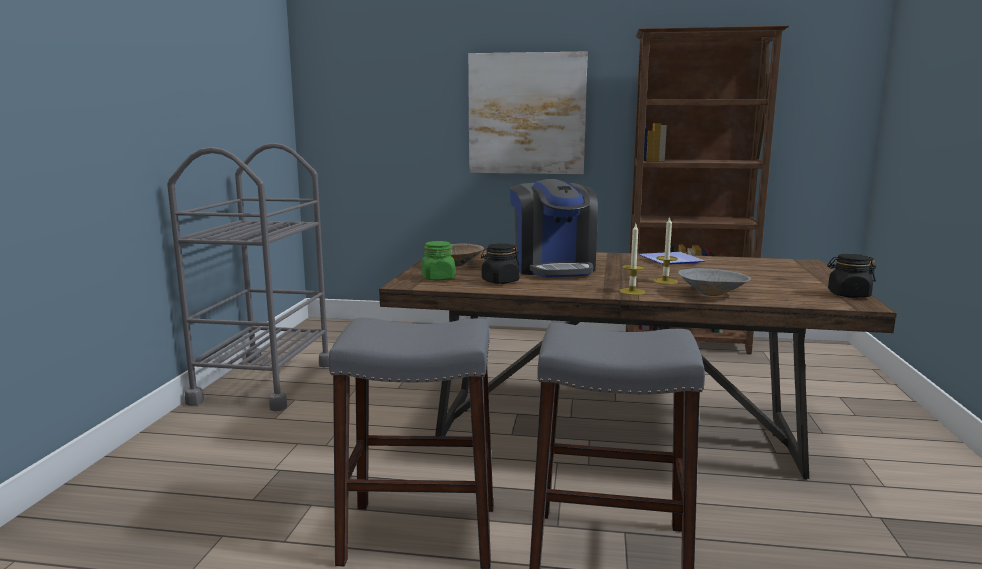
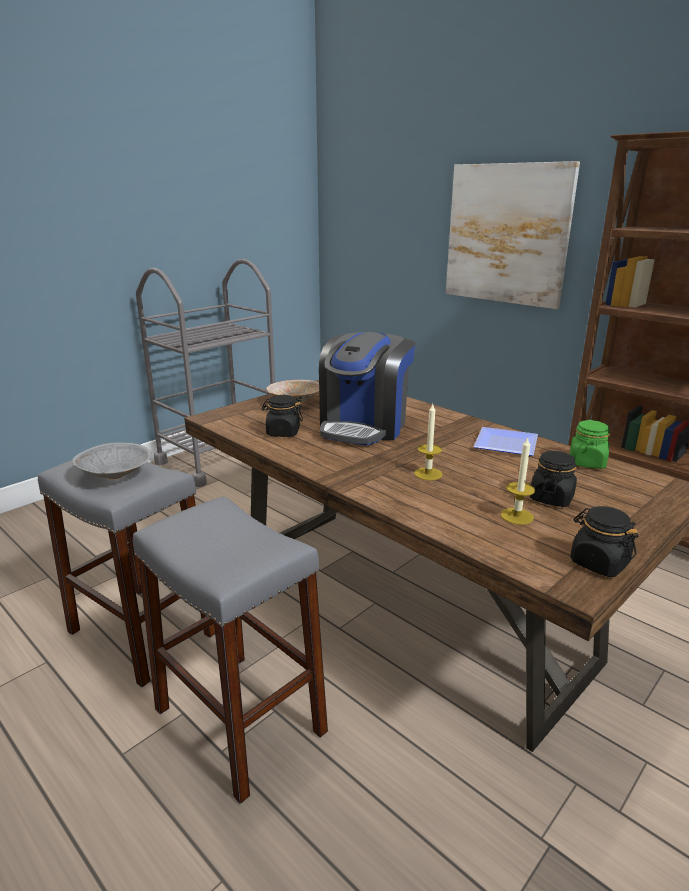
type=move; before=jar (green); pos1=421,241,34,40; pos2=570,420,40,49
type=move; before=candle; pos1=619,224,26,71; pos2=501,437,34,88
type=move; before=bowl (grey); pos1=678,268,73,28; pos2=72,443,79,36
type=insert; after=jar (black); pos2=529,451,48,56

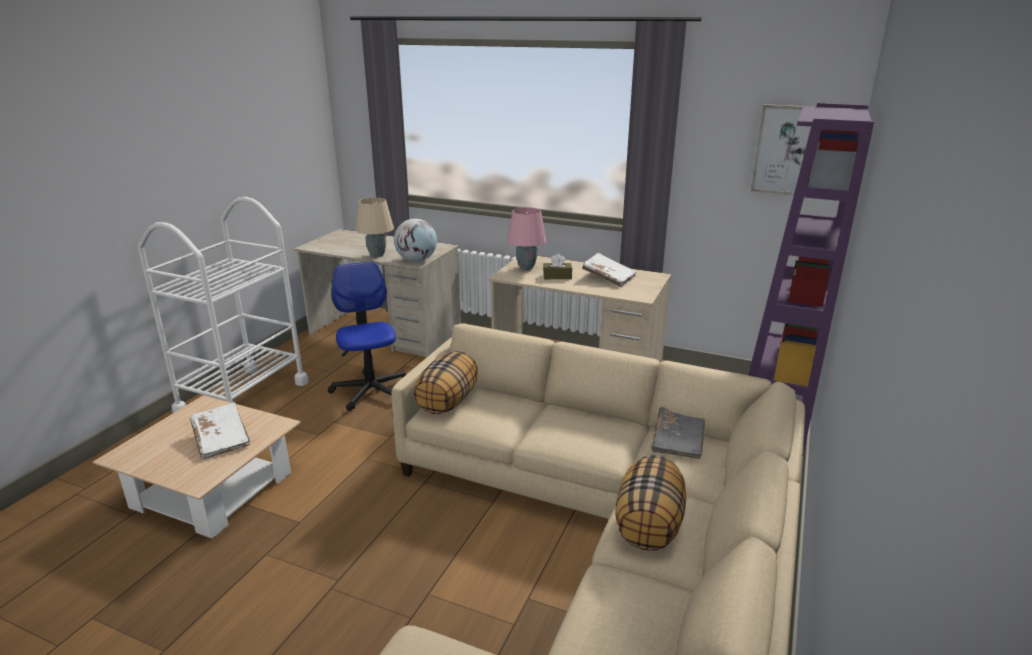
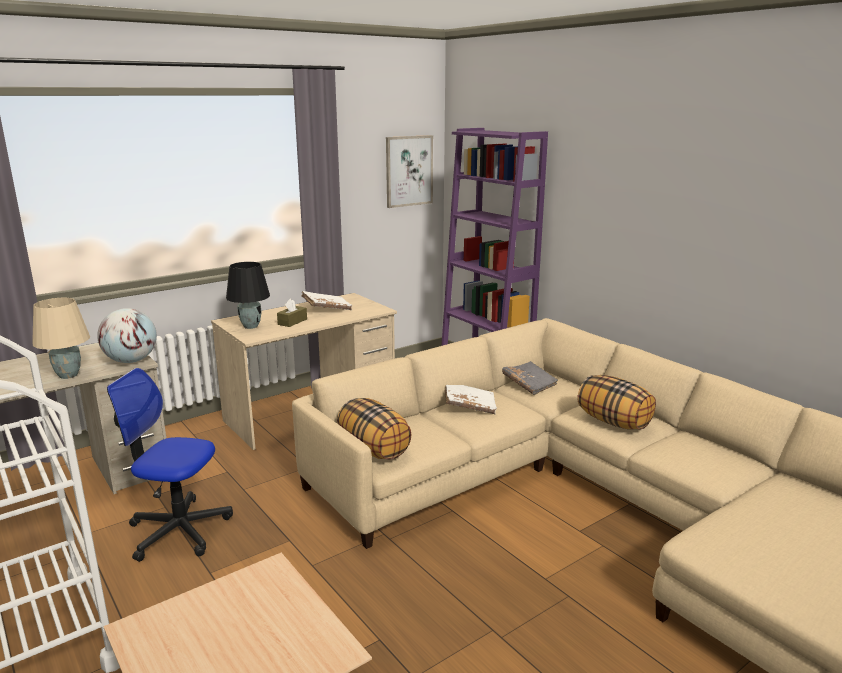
type=move; before=book (white); pos1=190,402,60,57; pos2=445,385,52,29
type=recolor; before=table lamp (pink); after=table lamp (black); pos1=507,207,39,63; pos2=226,262,44,67

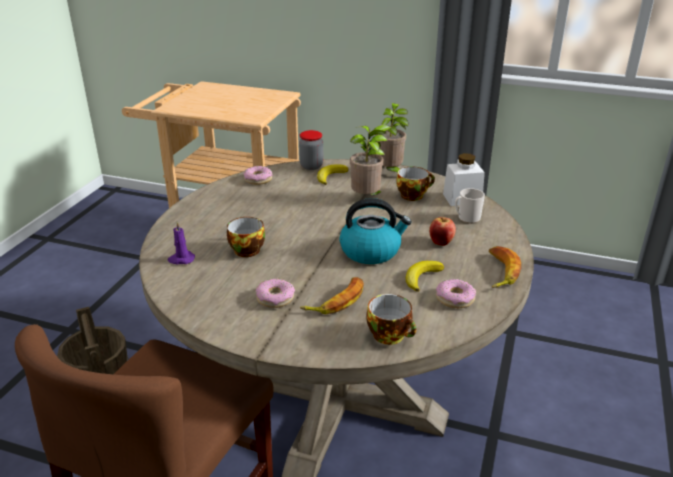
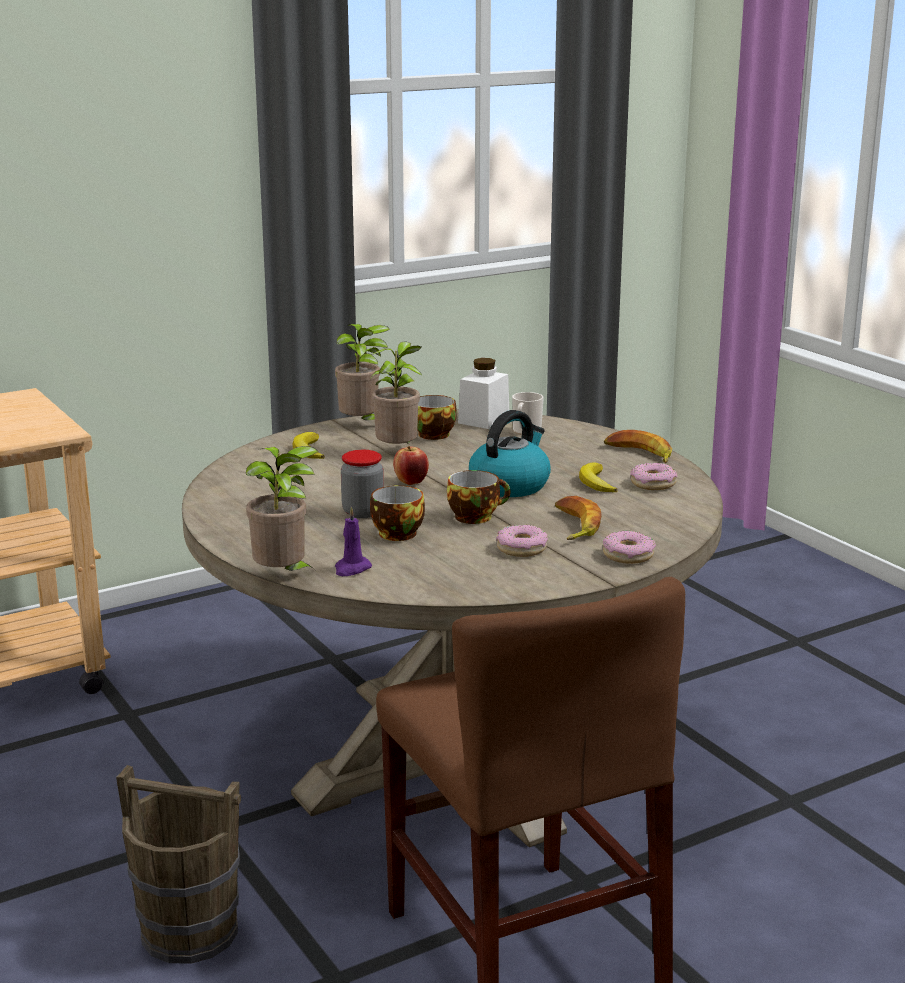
type=move; before=donut; pos1=244,166,28,19; pos2=603,531,53,33
type=move; before=jar; pos1=299,130,24,40; pos2=341,450,43,68
type=move; before=cup; pos1=366,294,50,51; pos2=447,470,64,54
type=move; before=apple; pos1=429,217,27,29; pos2=393,446,36,39
type=insert; after=potted plant; pos2=246,446,72,125

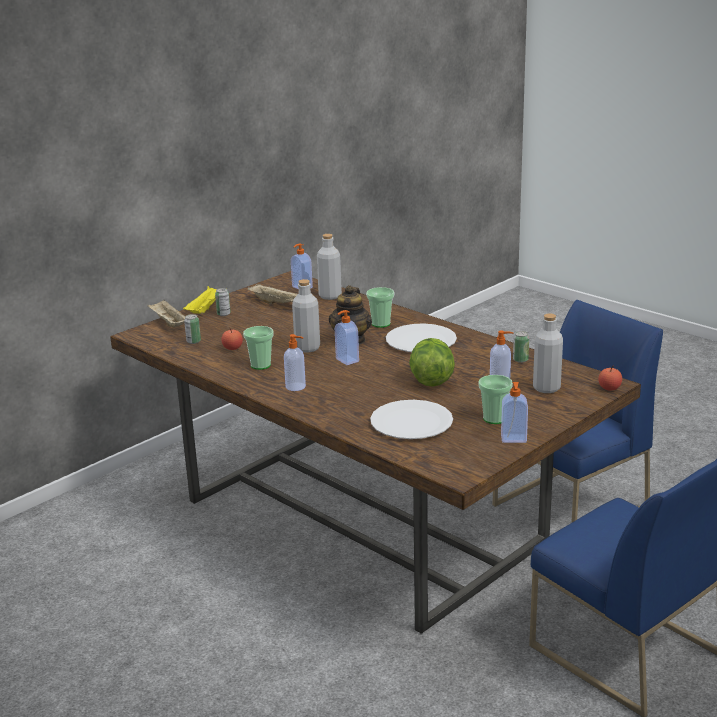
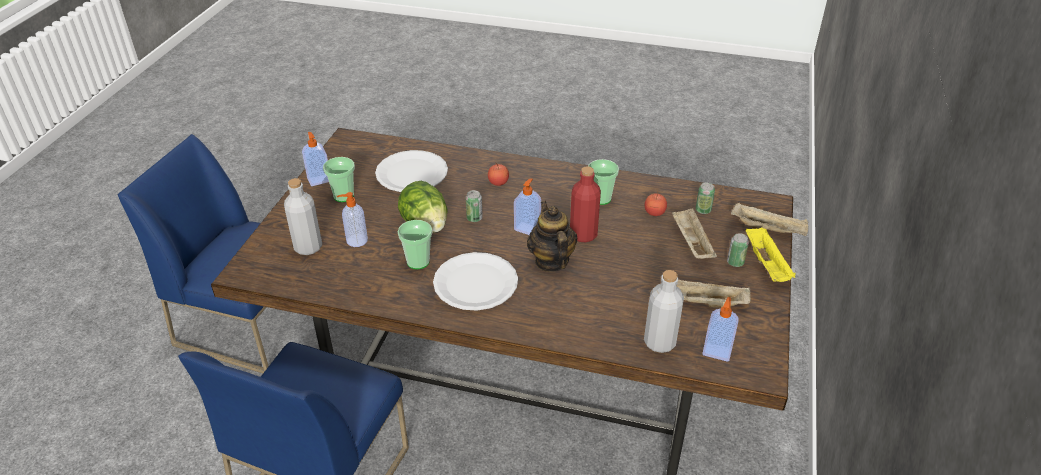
type=delete; before=soap dispenser; pos1=284,334,22,57
type=recolor; before=bottle (grey); after=bottle (red); pos1=292,279,28,74; pos2=570,166,31,77
type=move; before=cup; pos1=366,287,28,41; pos2=398,220,35,49
type=move; before=can; pos1=513,331,16,32; pos2=466,190,17,32
type=move; before=apple; pos1=599,366,23,25; pos2=488,163,21,23
type=insert; after=tray (beige); pos2=672,208,45,51

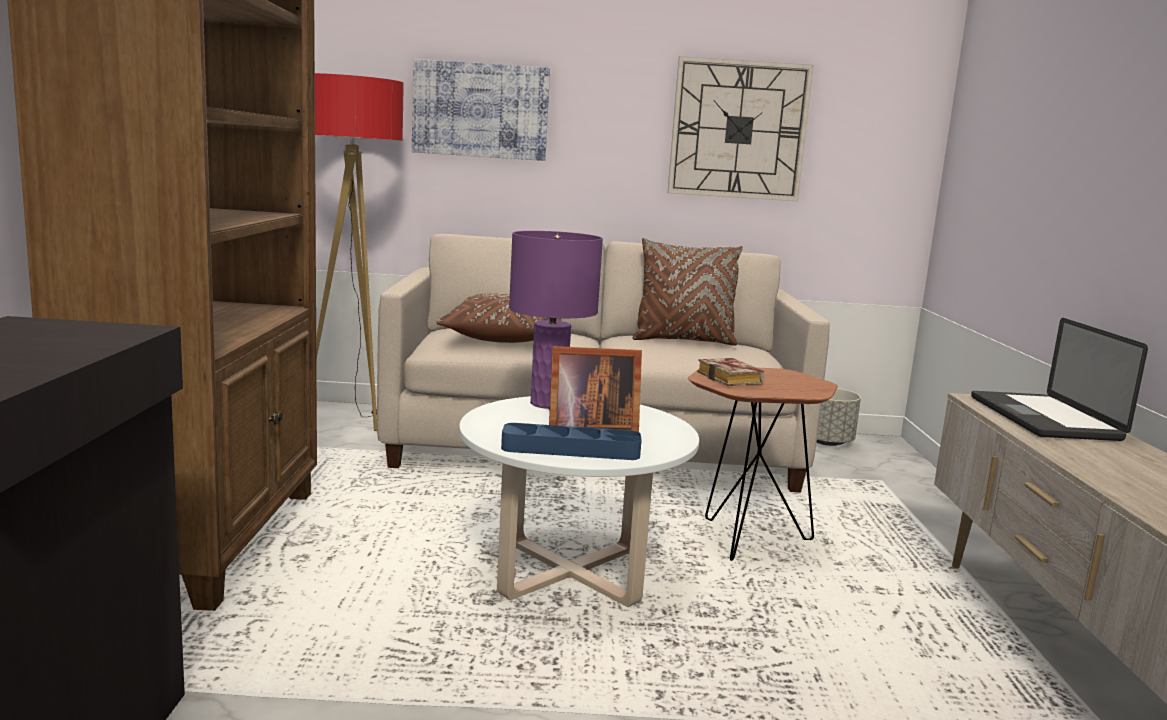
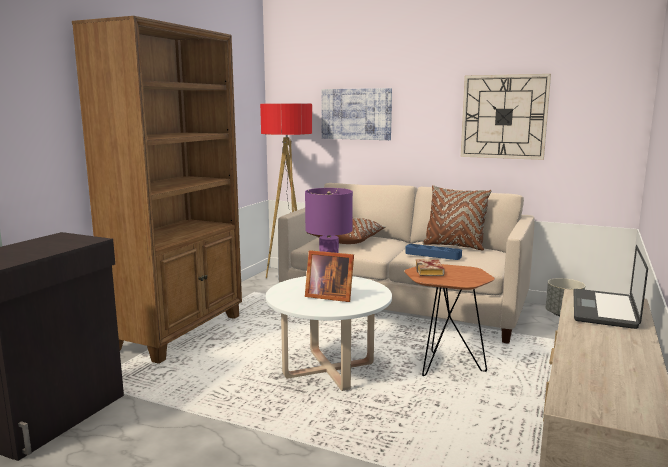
type=move; before=tray (blue); pos1=501,423,141,37; pos2=405,244,57,16

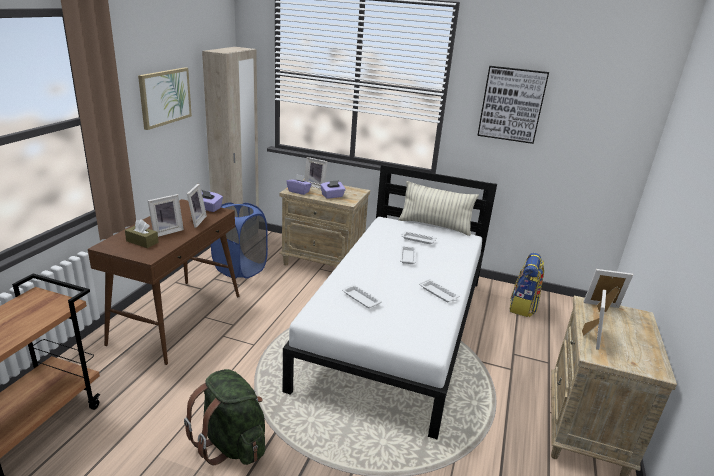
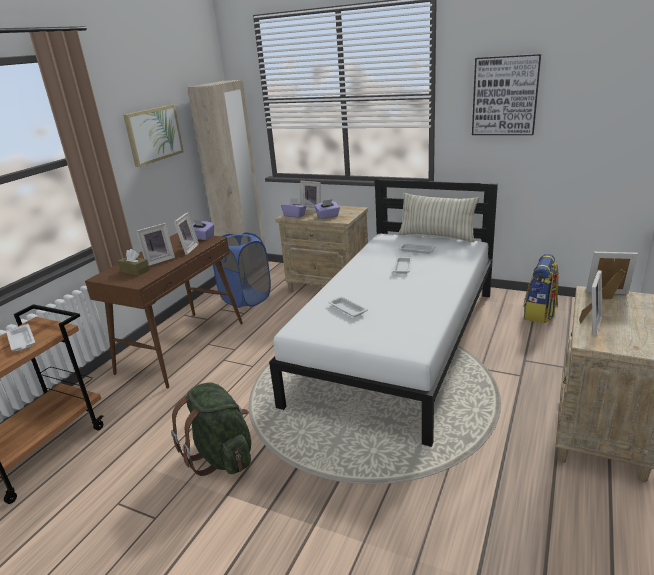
type=move; before=tray (white); pos1=419,279,40,23; pos2=6,324,29,27

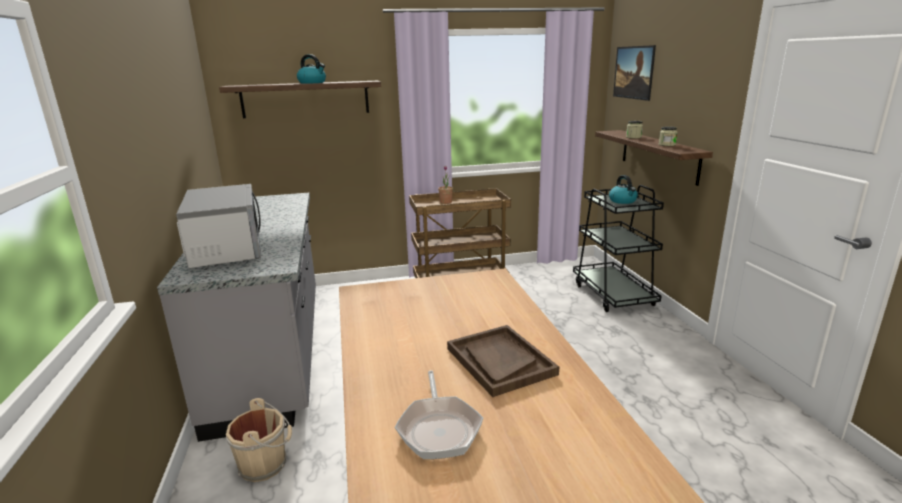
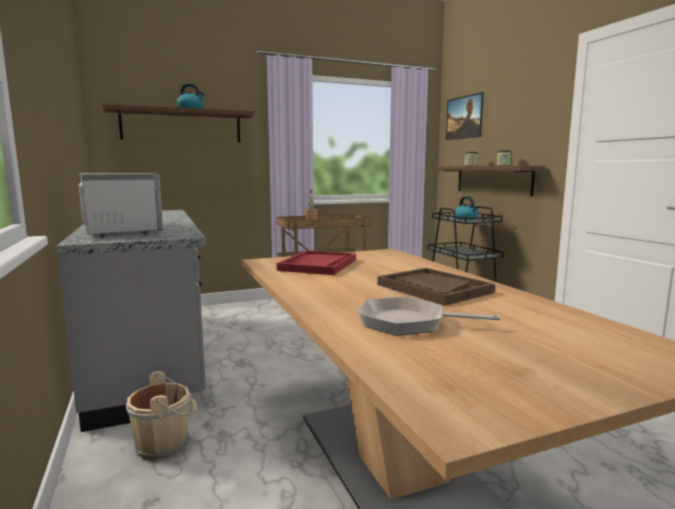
type=rotate; before=frying pan; pos1=394,370,89,89; pos2=358,297,142,39; turn=120
type=insert; after=tray (red); pos2=277,251,79,24

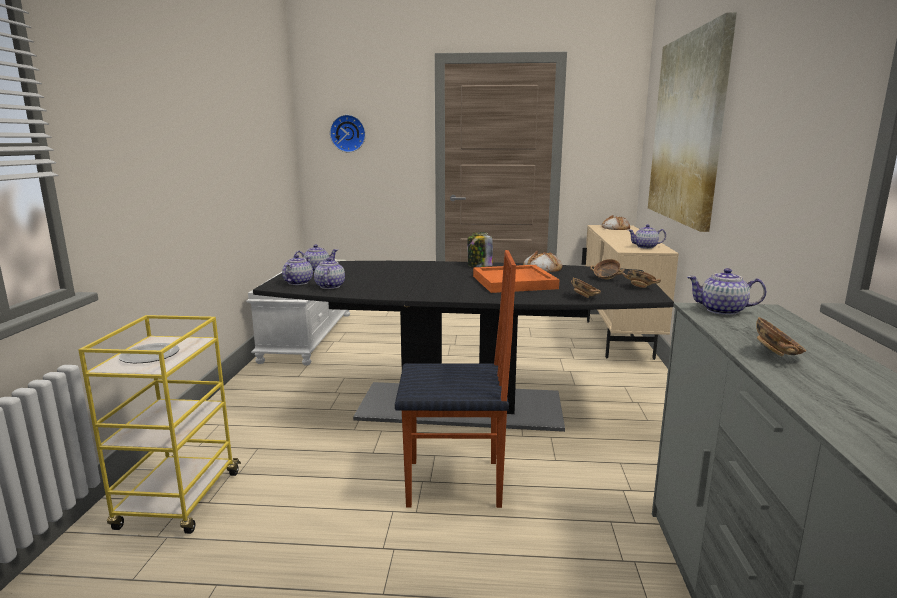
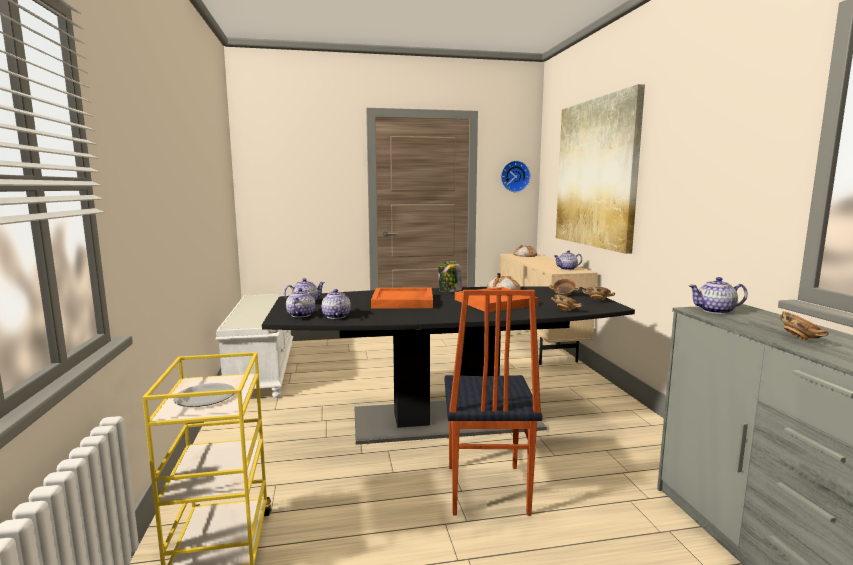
type=move; before=wall clock; pos1=330,115,36,37; pos2=501,161,29,31
type=rotate; before=chair; pos1=395,250,121,258; pos2=444,290,99,226; turn=105
type=insert; after=tray (orange); pos2=371,288,62,20

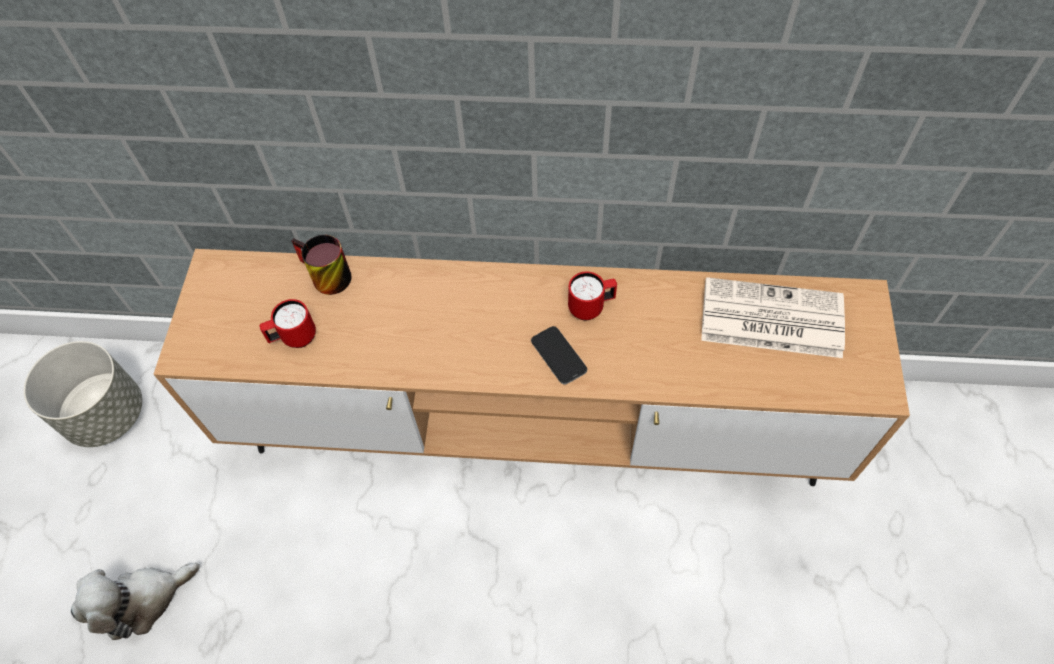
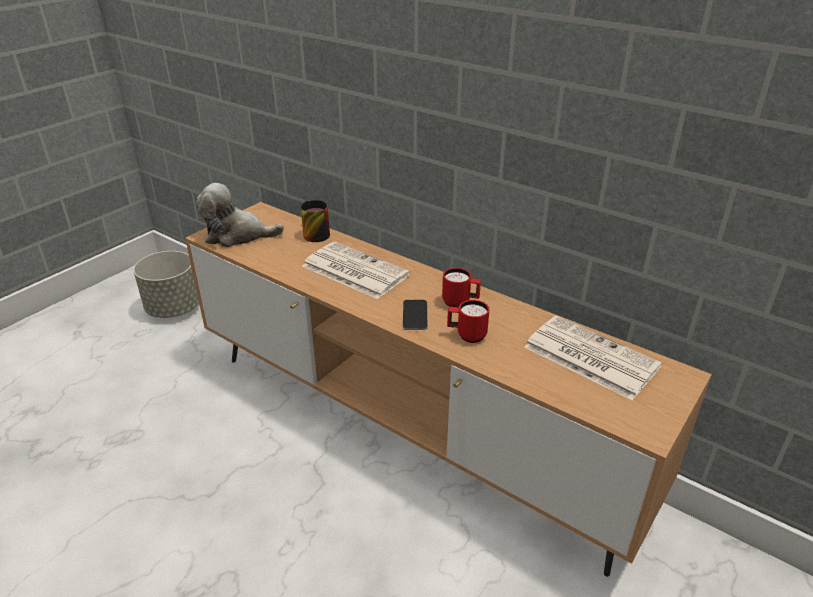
type=move; before=plush toy; pos1=71,563,129,77; pos2=196,183,88,64
type=move; before=mug (red); pos1=259,299,57,49; pos2=447,300,42,43
type=insert; after=newspaper; pos2=302,242,108,57

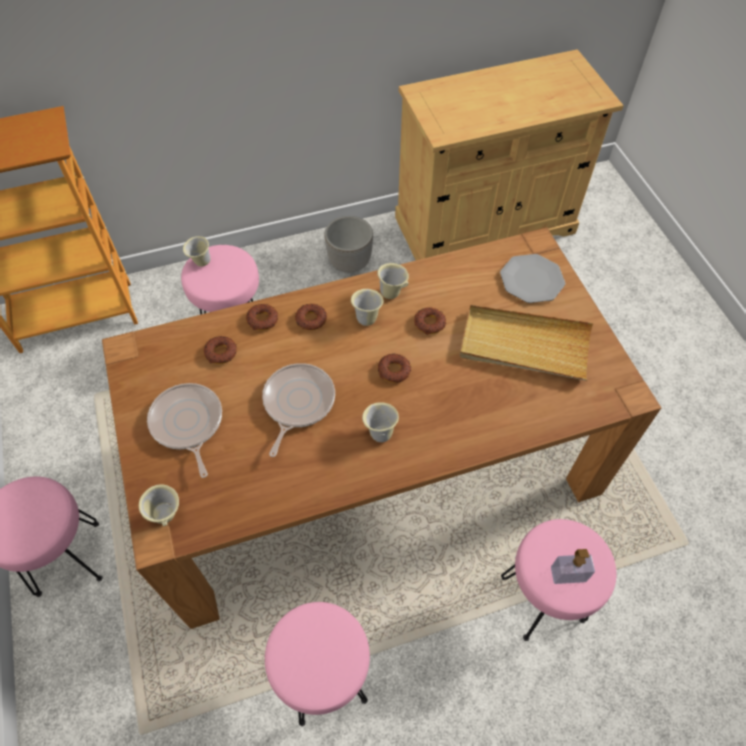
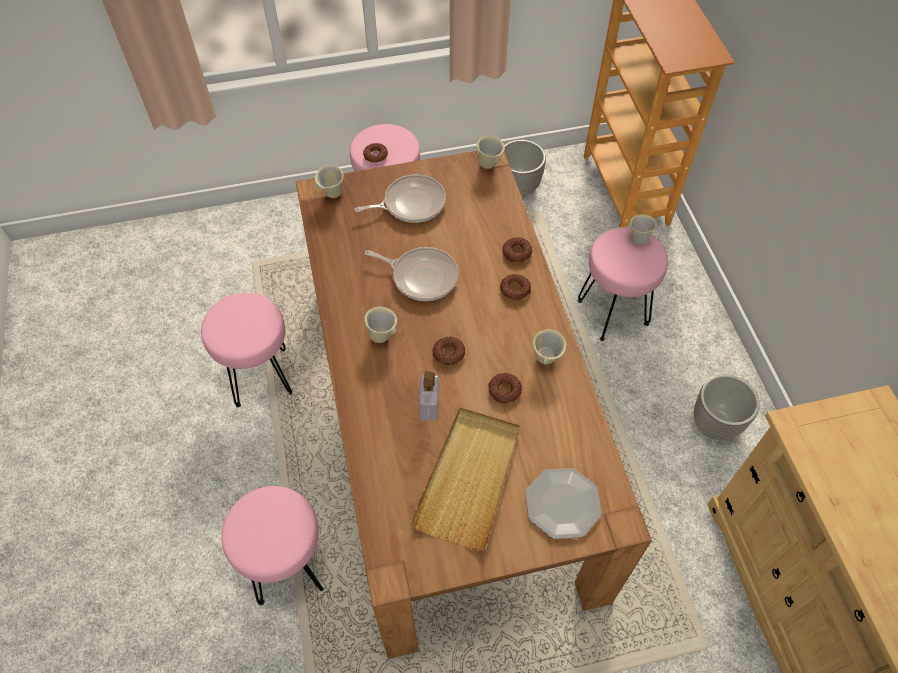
type=move; before=donut; pos1=204,336,33,28; pos2=363,143,25,20
type=move; before=mug (beige); pos1=351,289,32,37; pos2=477,136,28,33
type=move; before=soap dispenser; pos1=551,549,44,35; pos2=419,371,20,50
type=insert; after=planter; pos2=504,140,42,56

